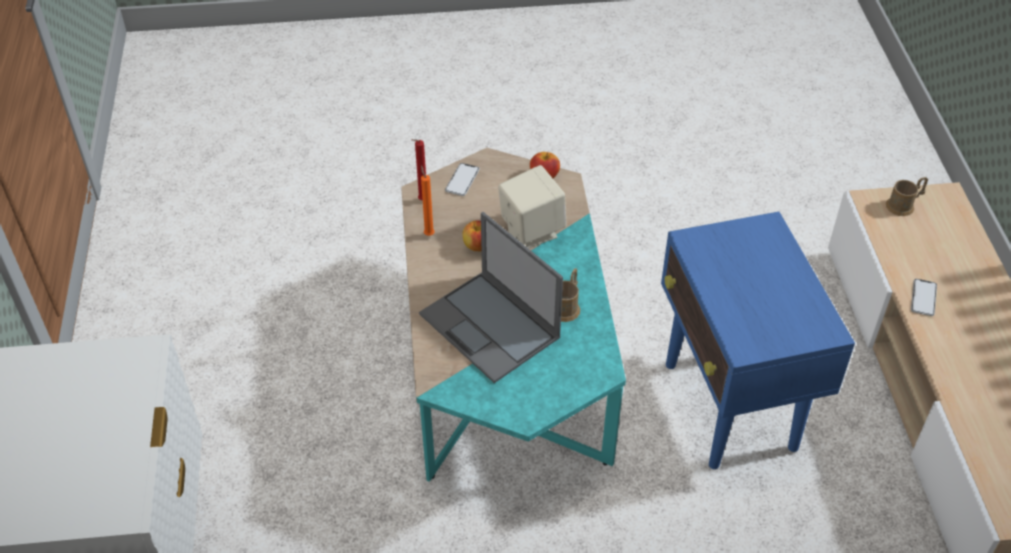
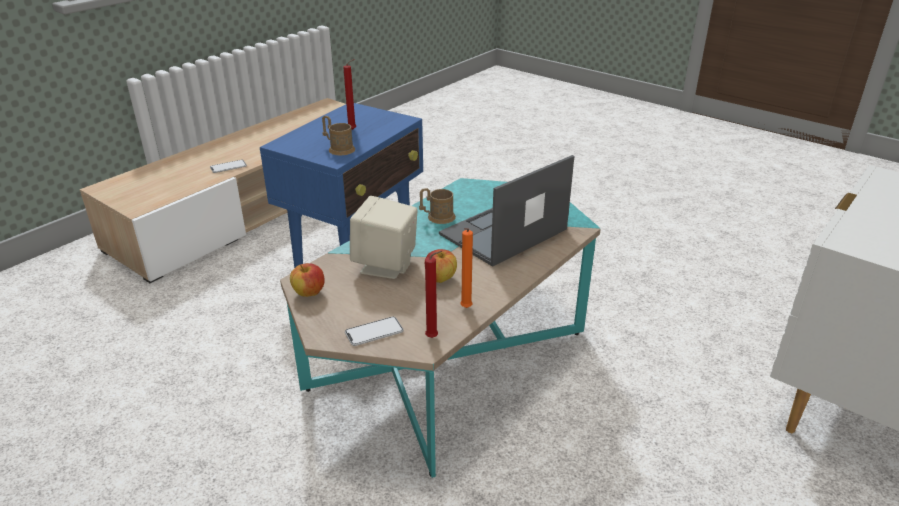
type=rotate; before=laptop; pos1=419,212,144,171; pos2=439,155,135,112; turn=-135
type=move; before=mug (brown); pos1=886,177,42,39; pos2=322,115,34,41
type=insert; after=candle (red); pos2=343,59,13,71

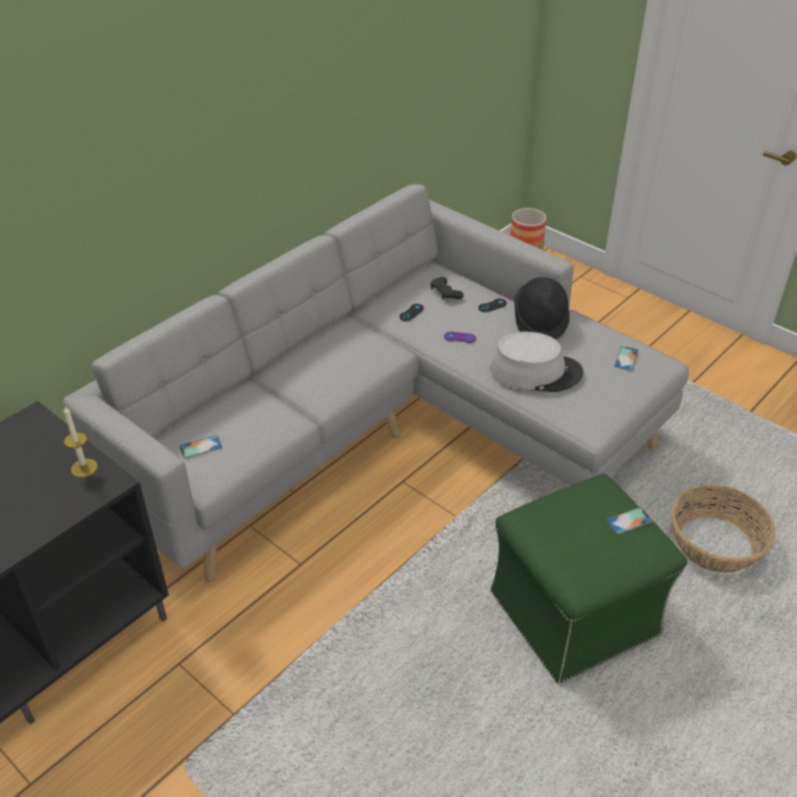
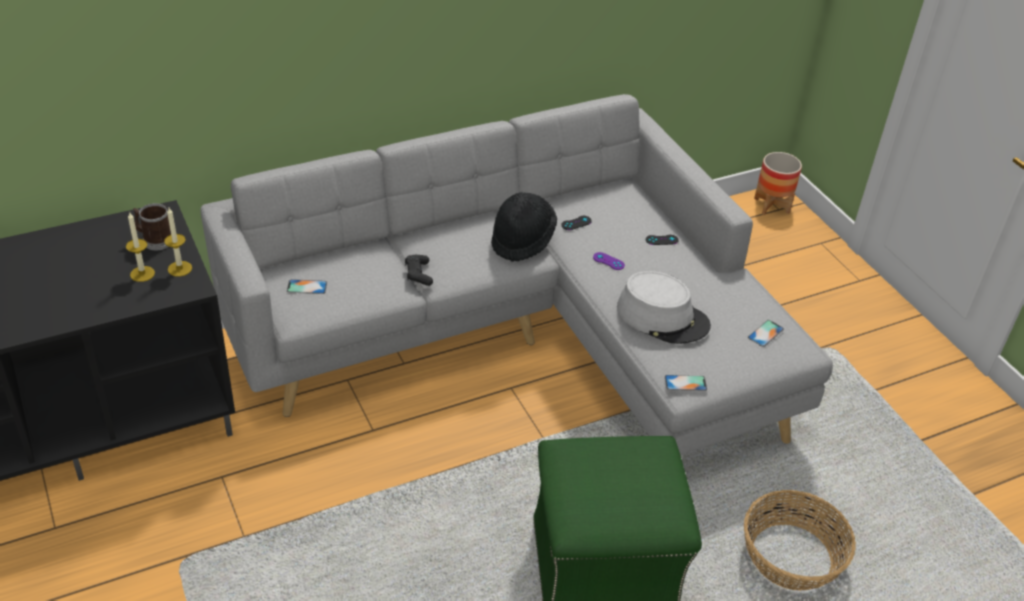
type=move; before=game controller (black); pos1=431,277,33,22; pos2=405,255,28,31
type=move; before=hat (black); pos1=514,277,55,63; pos2=491,192,66,70
type=move; before=phone; pos1=606,508,46,27; pos2=665,375,42,16
type=insert; after=candle; pos2=126,213,29,69
type=insert; after=mug; pos2=133,203,38,47

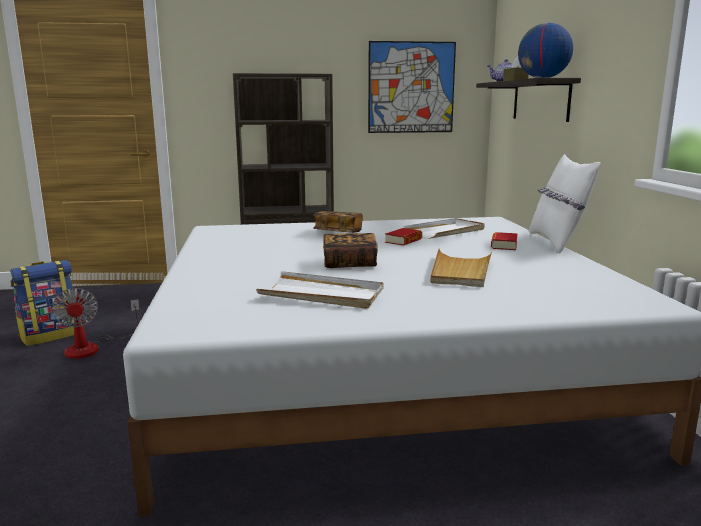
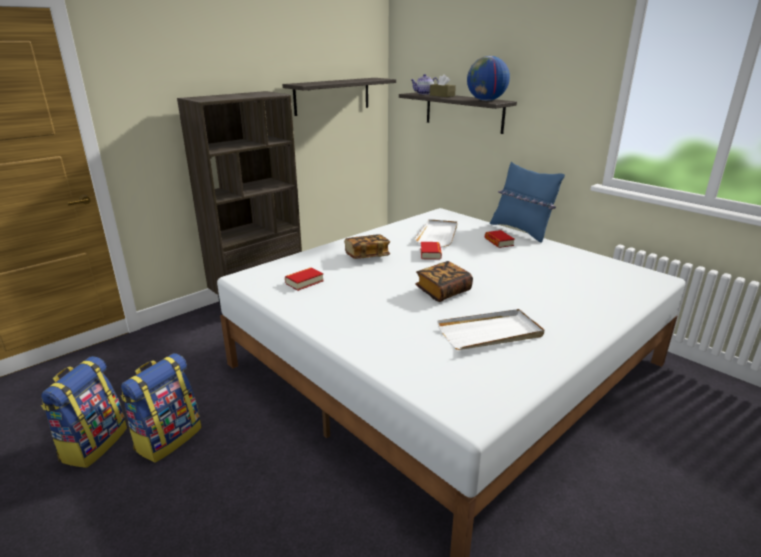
type=replace; before=fan; after=backpack; pos1=52,288,87,71; pos2=121,353,81,110
type=replace; before=picture; after=shelf; pos1=368,41,88,92; pos2=283,78,113,38
type=delete; before=tray (beige); pos1=431,249,61,38
type=recolor; before=pillow (white); after=pillow (blue); pos1=529,154,72,99; pos2=490,162,75,81
type=insert; after=book; pos2=285,267,39,24

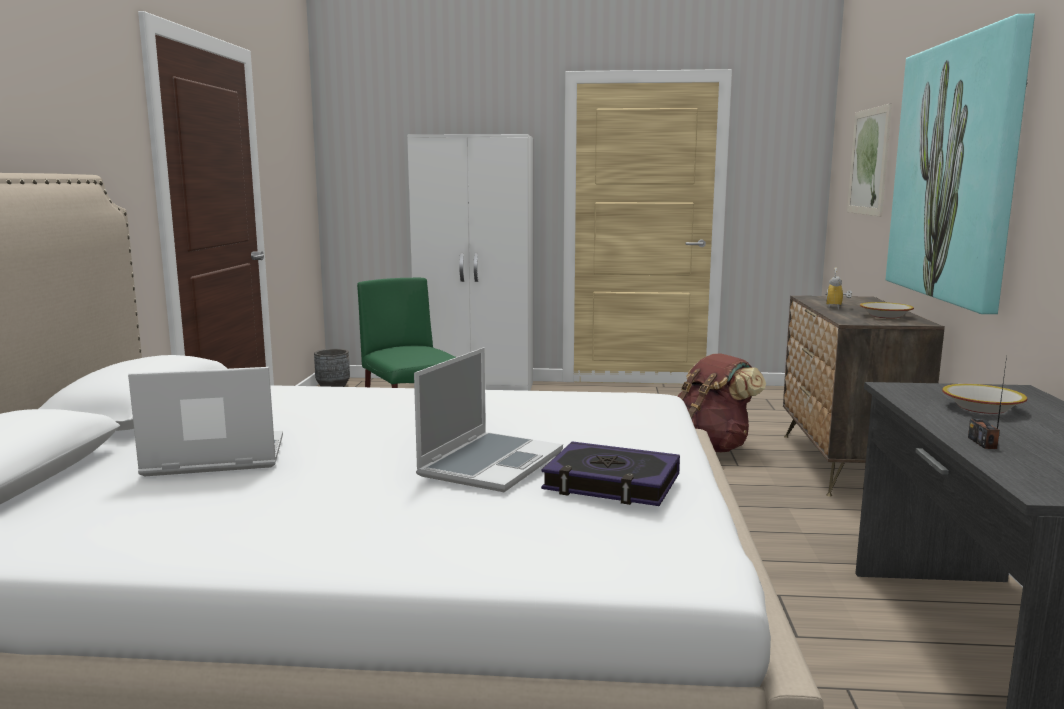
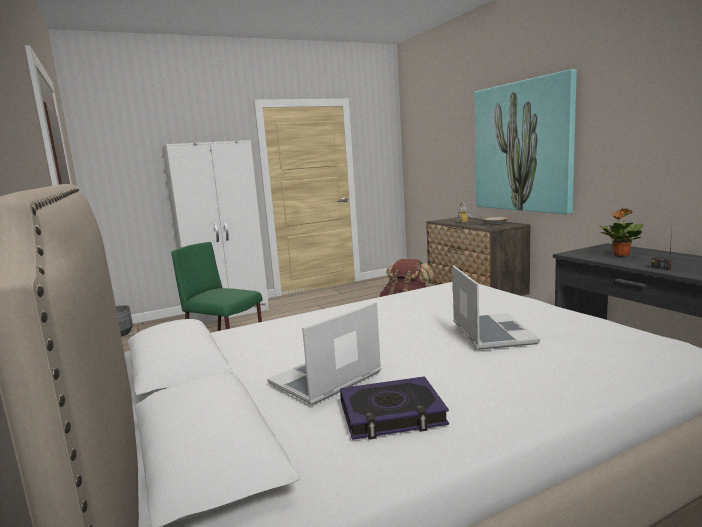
type=move; before=book; pos1=541,441,139,65; pos2=340,376,109,64
type=delete; before=picture; pos1=847,103,45,113
type=replace; before=bowl; after=potted plant; pos1=942,384,85,30; pos2=600,209,44,47

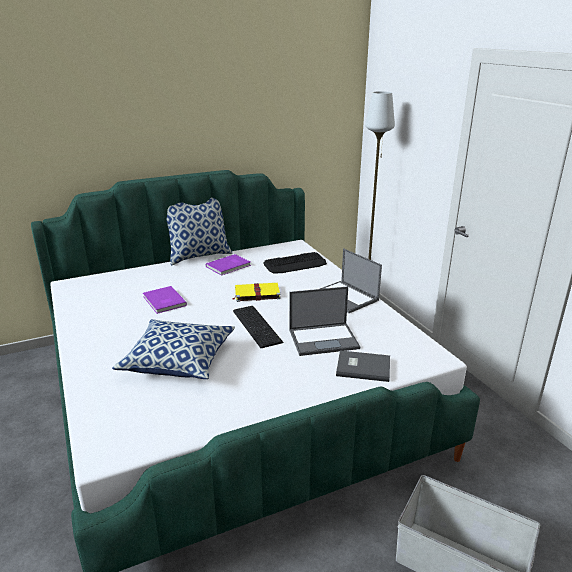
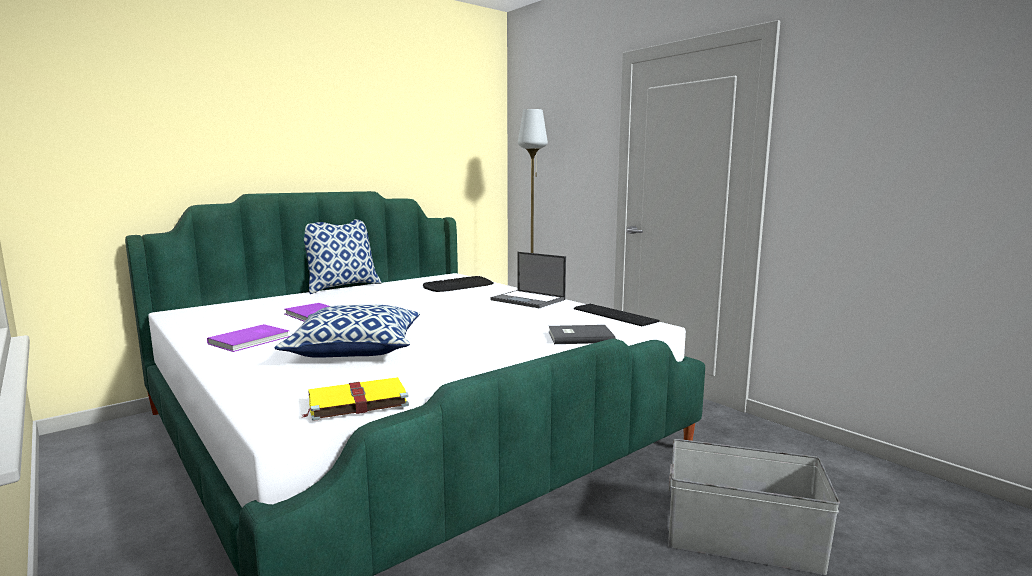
type=move; before=book (purple); pos1=206,254,45,22; pos2=207,324,83,28
type=move; before=book (yellow); pos1=232,283,49,19; pos2=301,377,108,44
type=move; before=keyboard; pos1=233,306,51,42; pos2=574,304,86,22
type=delete; before=laptop; pos1=289,286,71,70

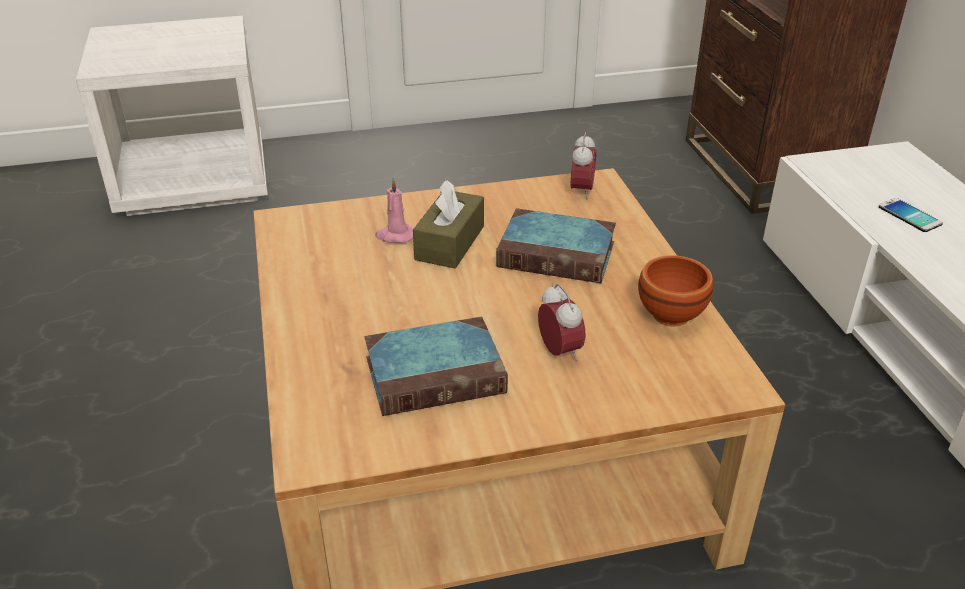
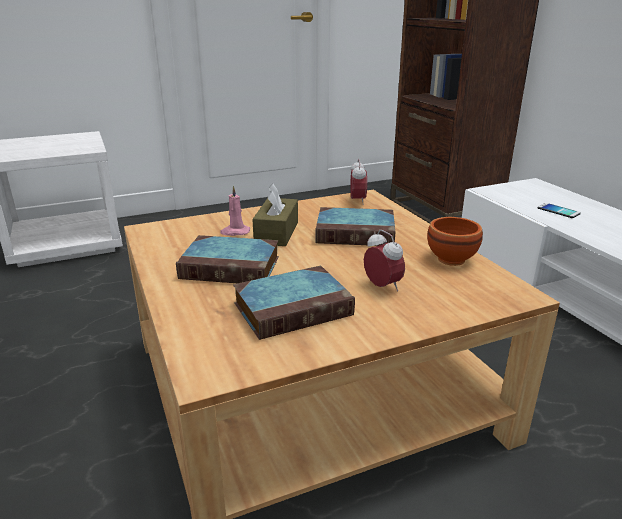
type=insert; after=book; pos2=176,235,103,48

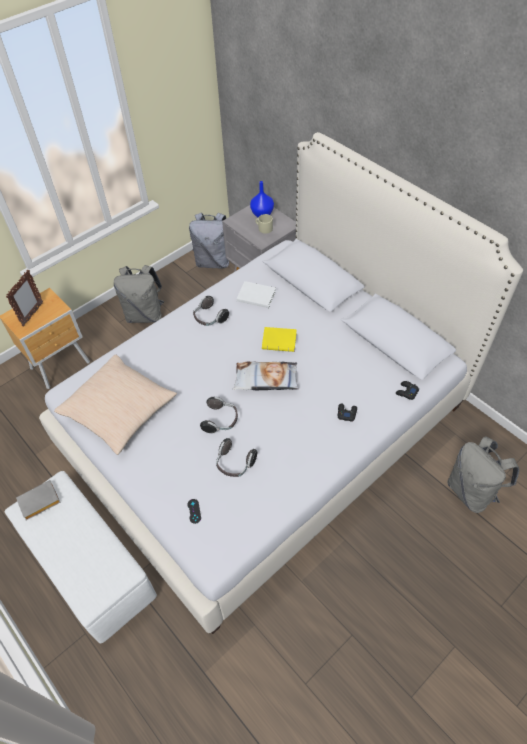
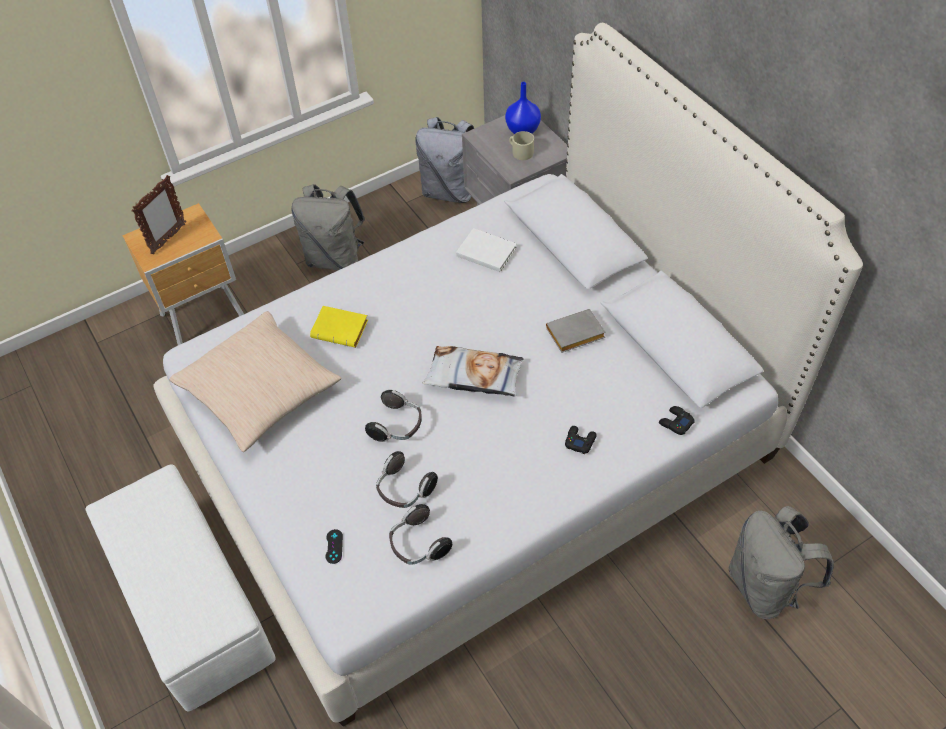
type=move; before=book (grey); pos1=16,480,44,40; pos2=546,309,60,44
type=move; before=headphones; pos1=193,296,36,30; pos2=389,504,63,61
type=move; before=book (yellow); pos1=262,327,35,25; pos2=310,306,58,42

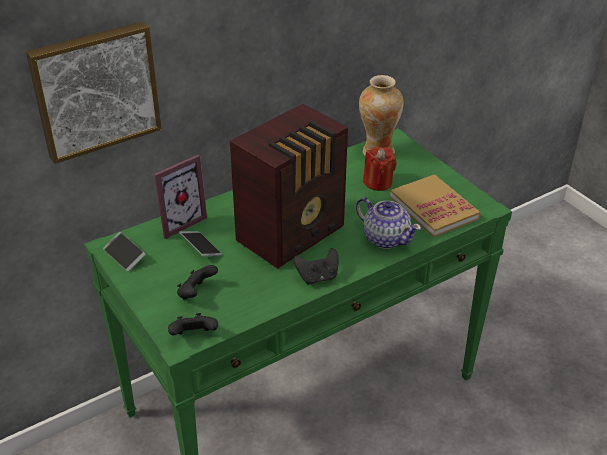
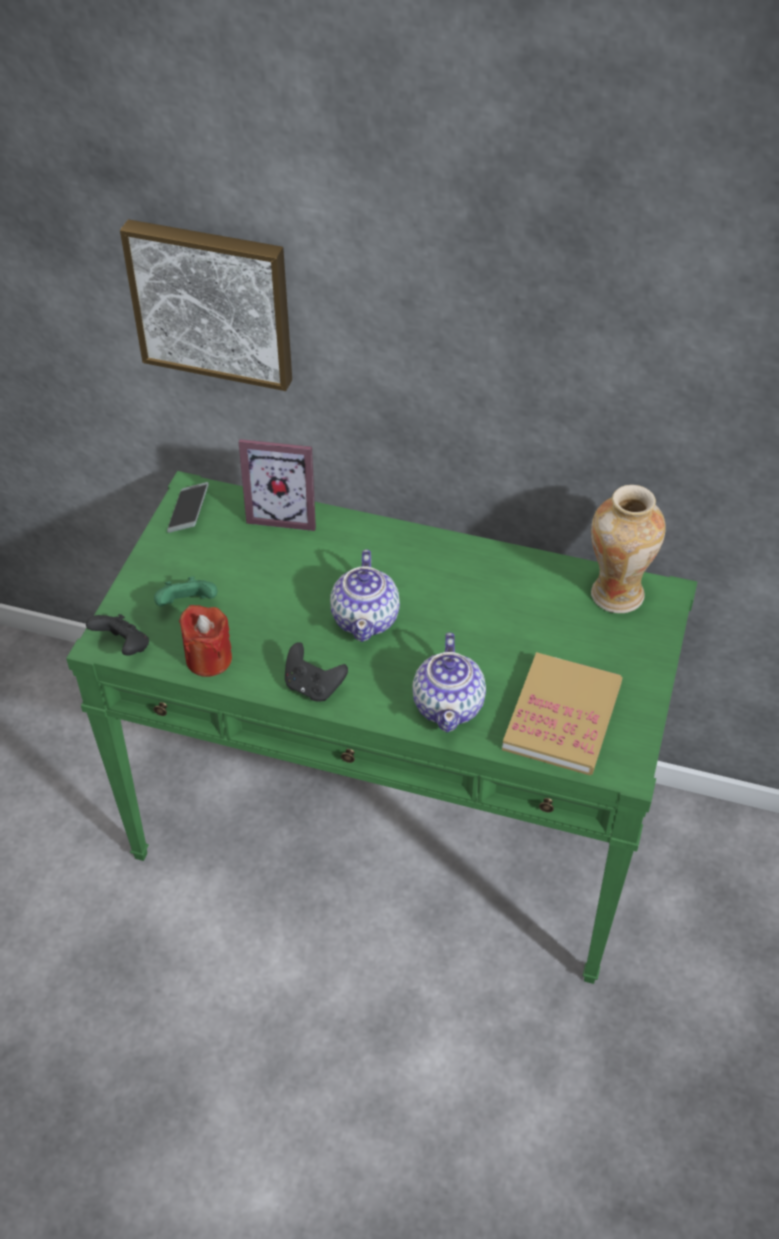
type=recolor; before=game controller (black); after=game controller (green); pos1=177,265,41,35; pos2=154,576,63,30
type=delete; before=phone; pos1=179,231,43,26
type=replace; before=radio; after=teapot; pos1=230,104,118,165; pos2=330,549,70,93
type=move; before=candle (red); pos1=363,146,33,45; pos2=179,605,53,72

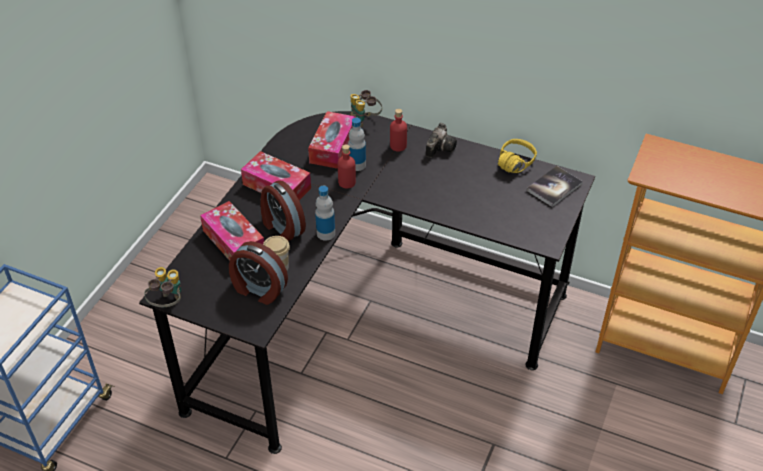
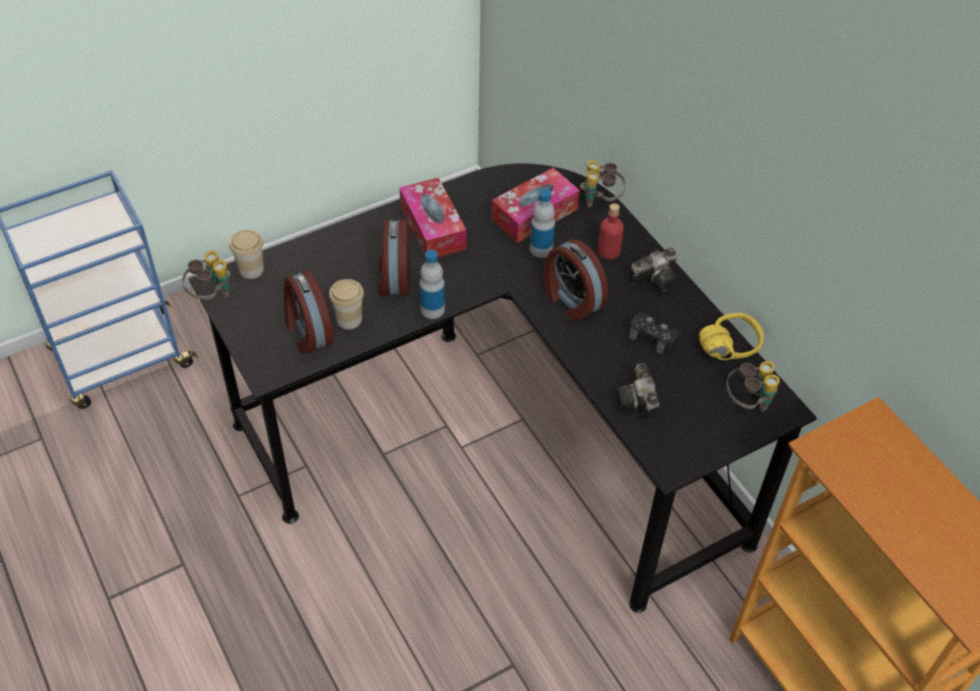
type=delete; before=tissue box; pos1=200,201,64,60
type=delete; before=bottle (red); pos1=338,145,18,43
type=replace; before=book; after=binoculars; pos1=527,166,56,41; pos2=726,361,54,51
type=insert; after=cup; pos2=229,230,35,49
type=insert; after=alarm clock; pos2=543,239,65,82
type=insert; after=photo camera; pos2=616,363,43,58
type=insert; after=game controller (black); pos2=629,312,52,42

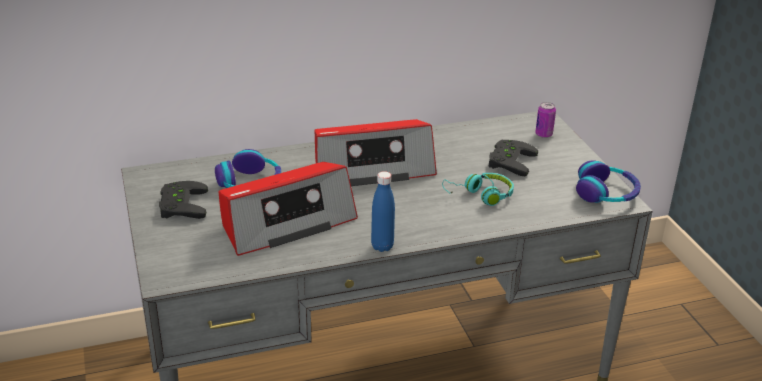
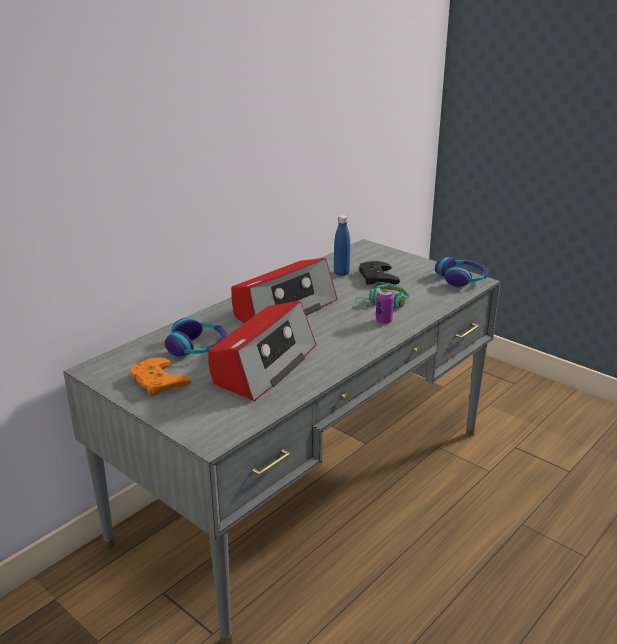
type=recolor; before=game controller (black); after=game controller (orange); pos1=159,181,49,38; pos2=131,357,60,39
type=move; before=bottle (blue); pos1=371,171,24,81; pos2=334,215,16,61
type=move; before=can; pos1=535,102,21,36; pos2=376,289,18,35

